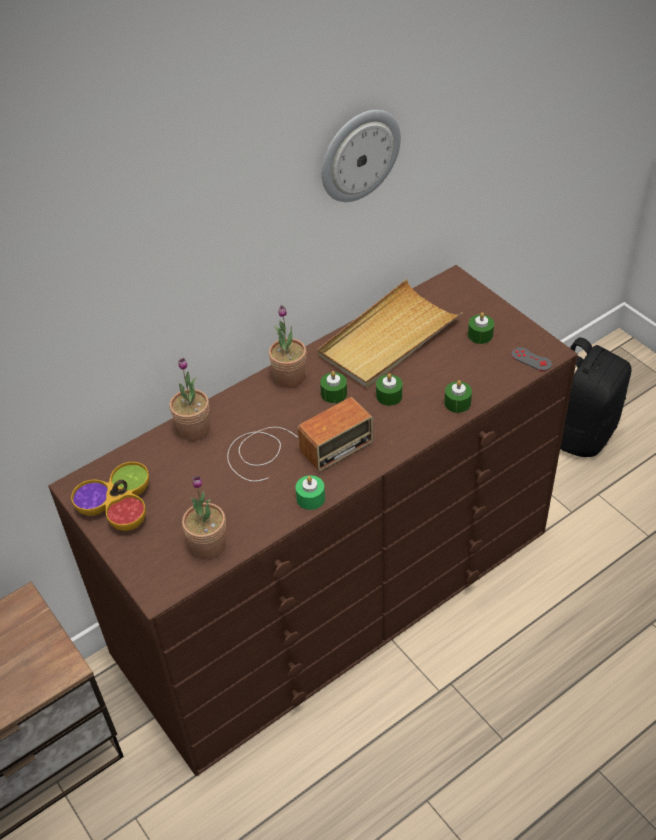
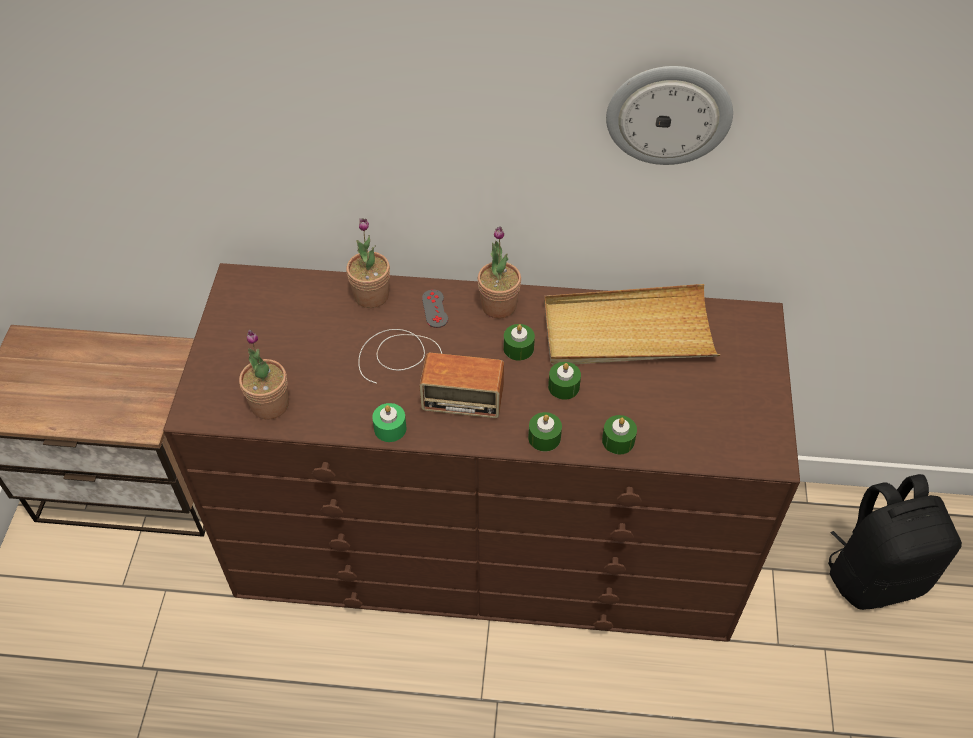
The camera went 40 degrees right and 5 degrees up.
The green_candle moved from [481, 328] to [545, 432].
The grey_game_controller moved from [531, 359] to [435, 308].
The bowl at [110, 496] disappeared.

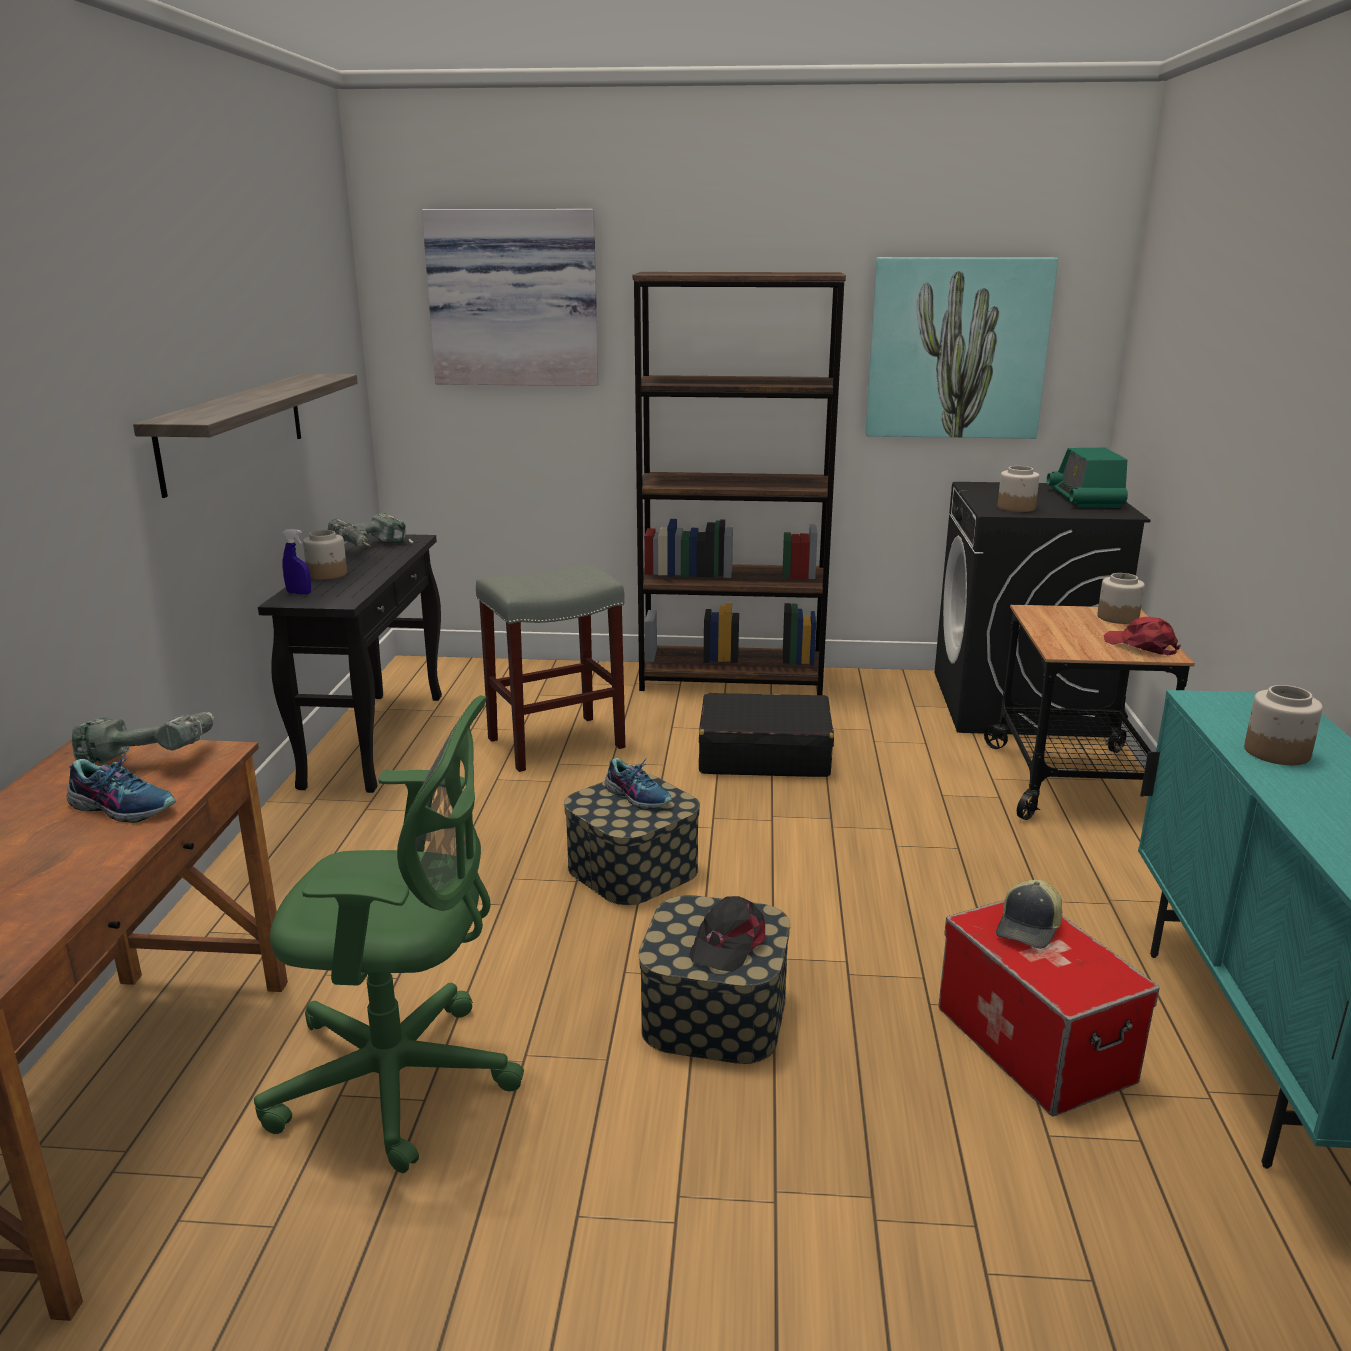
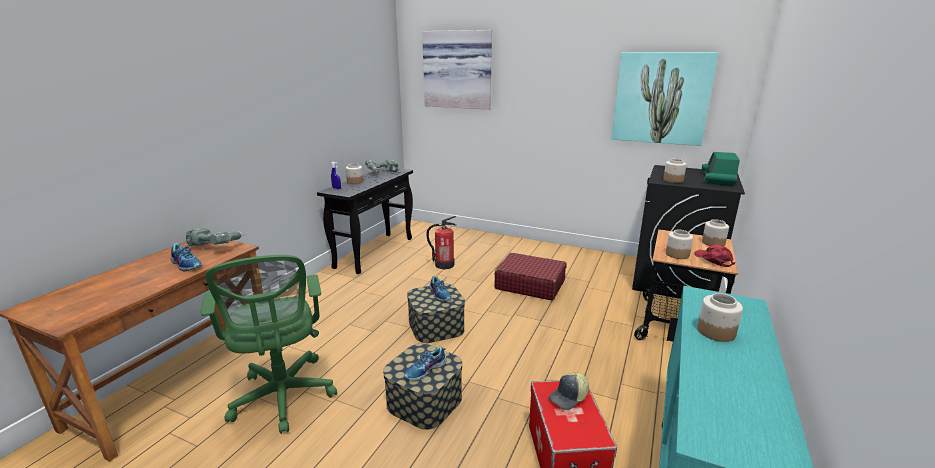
The camera went 20 degrees right and 0 degrees up.
The brown_bookcase at [739, 483] disappeared.
The shelf at [245, 436] disappeared.
The grey_stool at [550, 667] was replaced by the fire_extinguisher at [441, 242].
The black_suitcase at [766, 735] became the red_suitcase at [530, 276].
The green_office_chair at [389, 934] turned 45 degrees clockwise.
The black_cap at [727, 934] was replaced by the shoe at [425, 363].
The jar at [679, 244] appeared.

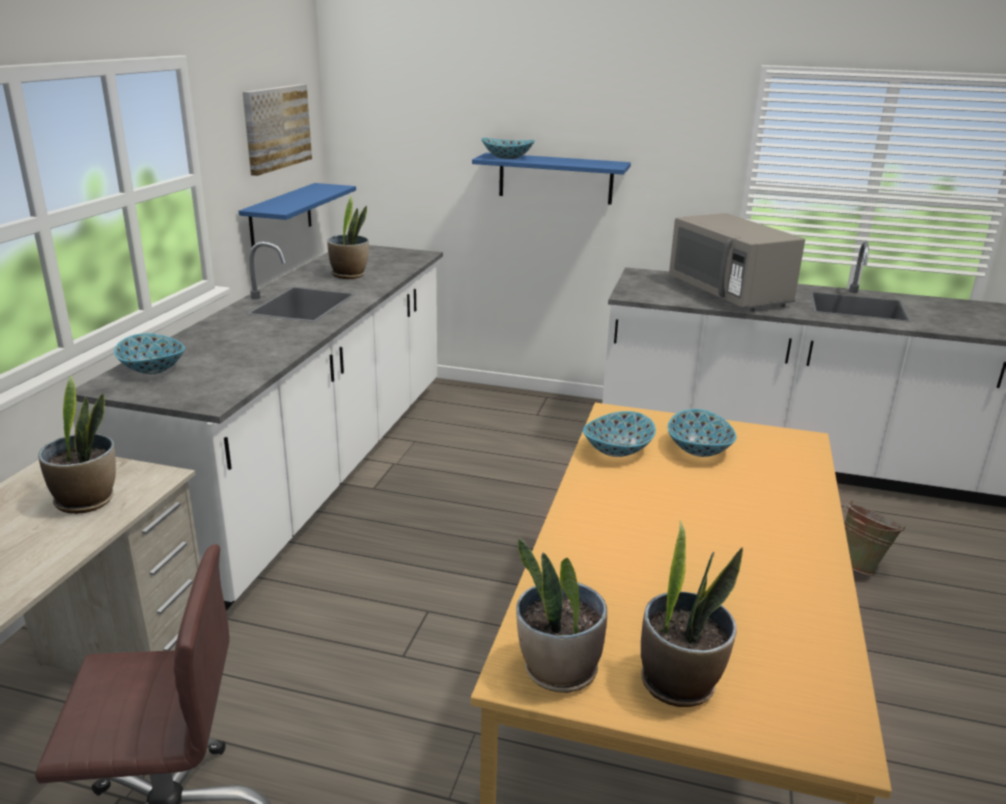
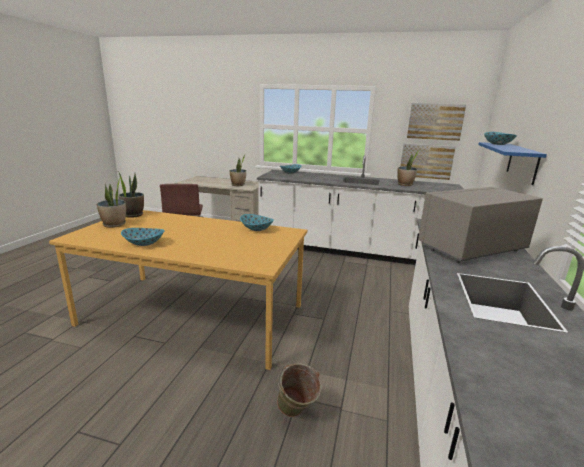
The camera went 90 degrees right and 5 degrees down.
The blue_shelf at [297, 215] was replaced by the picture at [428, 161].
The bowl moved from [702, 433] to [143, 237].

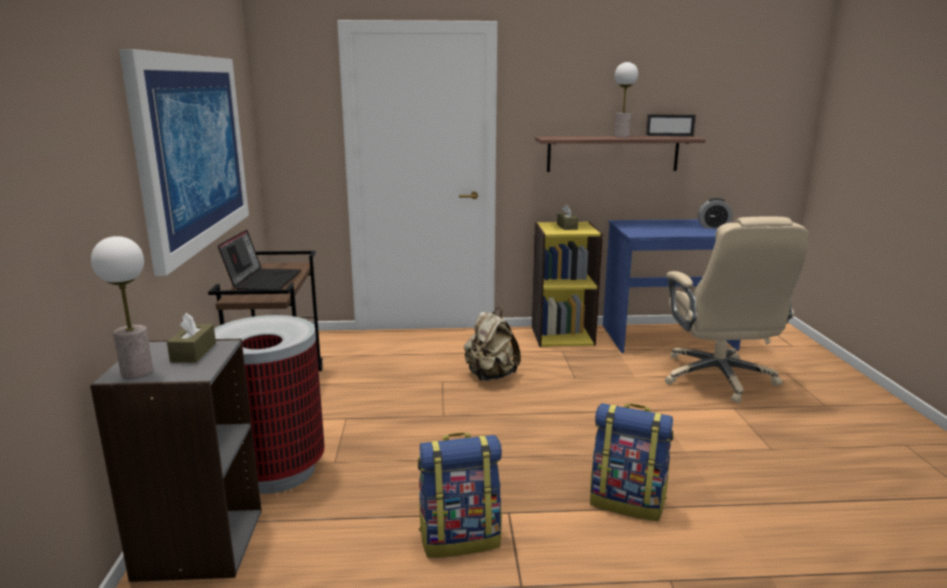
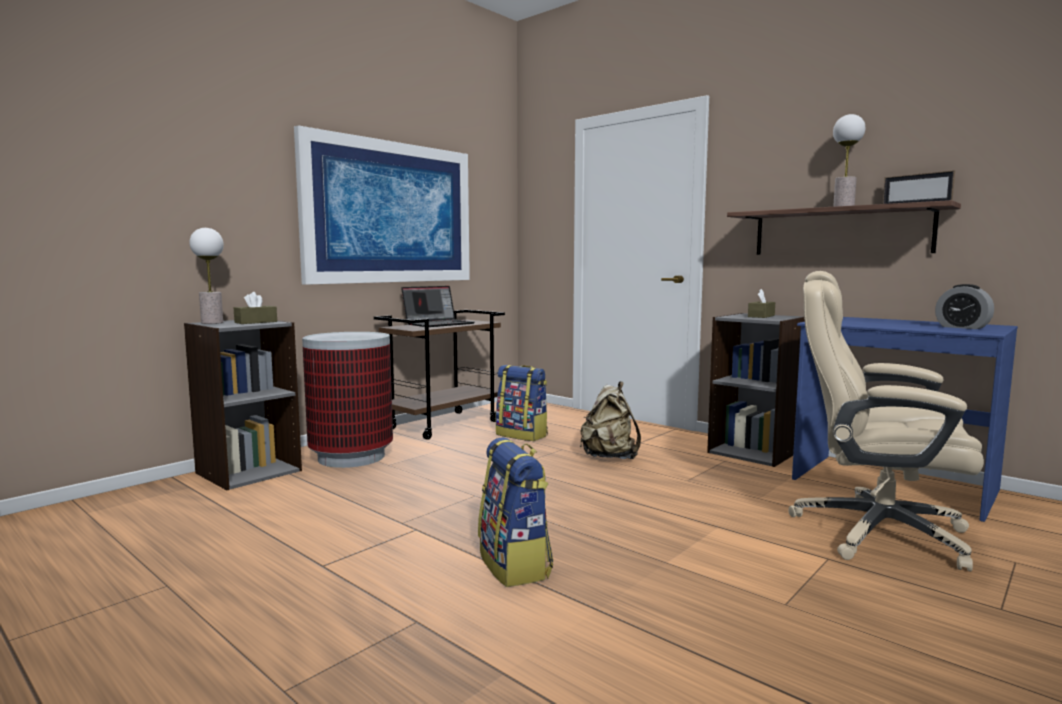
The camera went 45 degrees right and 10 degrees down.
The beige_office_chair at [737, 310] turned 75 degrees clockwise.
The yellow_bookcase at [567, 284] became the grey_bookcase at [756, 390].
The backpack moved from [459, 495] to [522, 403].

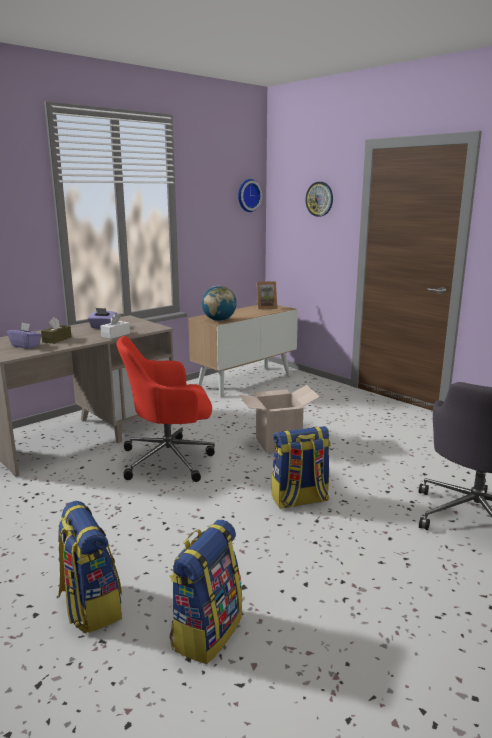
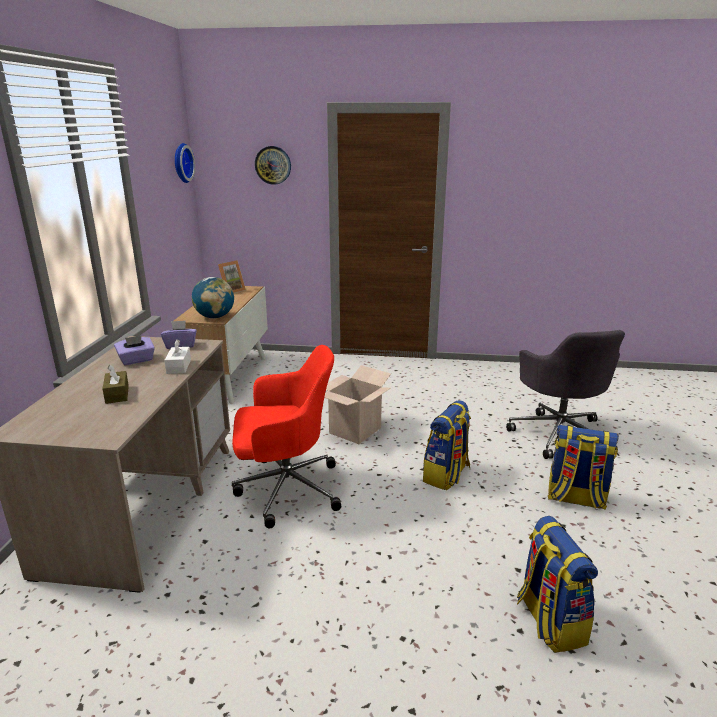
The camera went 40 degrees left and 5 degrees up.
The purple_tissue_box moved from [24, 336] to [179, 334].
The red_office_chair at [166, 409] turned 135 degrees counterclockwise.
The backpack moved from [90, 567] to [583, 467].

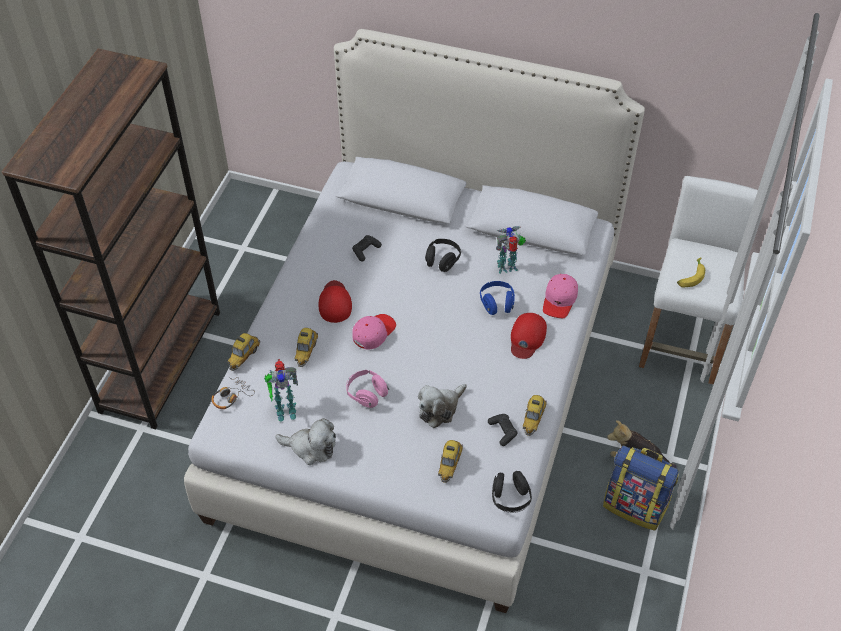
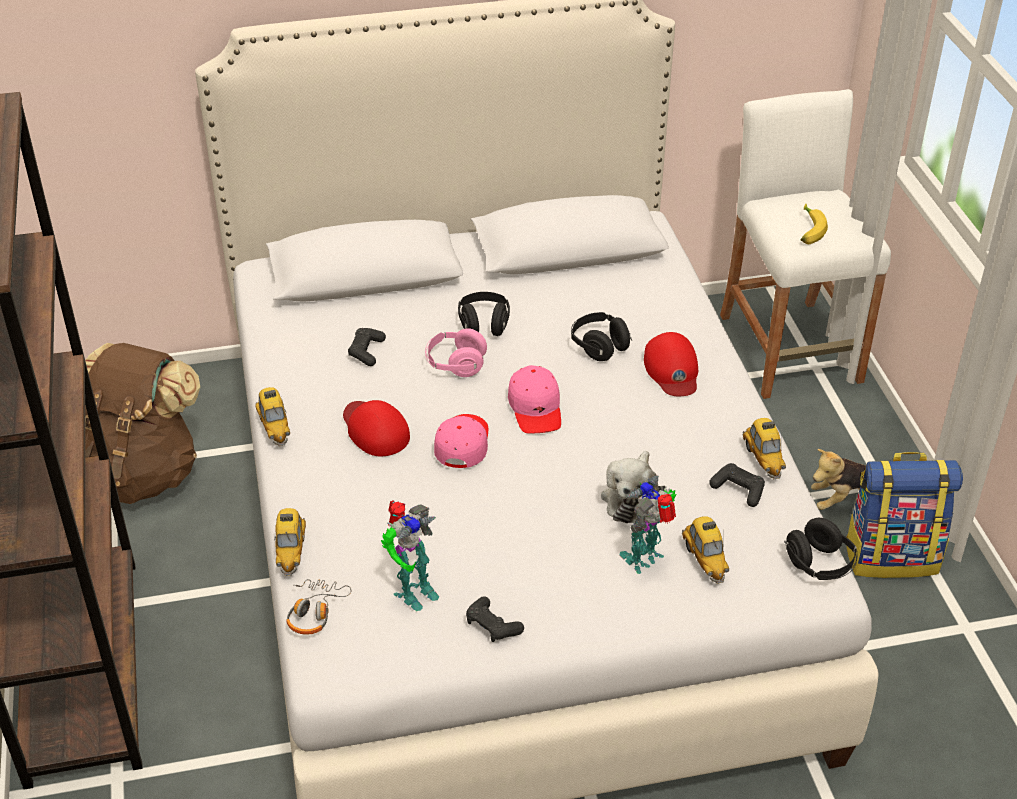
The camera went 30 degrees left and 10 degrees down.
The toy_robot moved from [511, 250] to [648, 524].
The pink_cap moved from [560, 296] to [534, 399].
The blue_headphones at [497, 298] became the black_headphones at [601, 336].
The toy_car moved from [306, 347] to [272, 416].
The pink_headphones moved from [367, 389] to [456, 352].
The plush_toy at [305, 441] was replaced by the black_game_controller at [495, 619].
The brown_backpack at [142, 423] appeared.

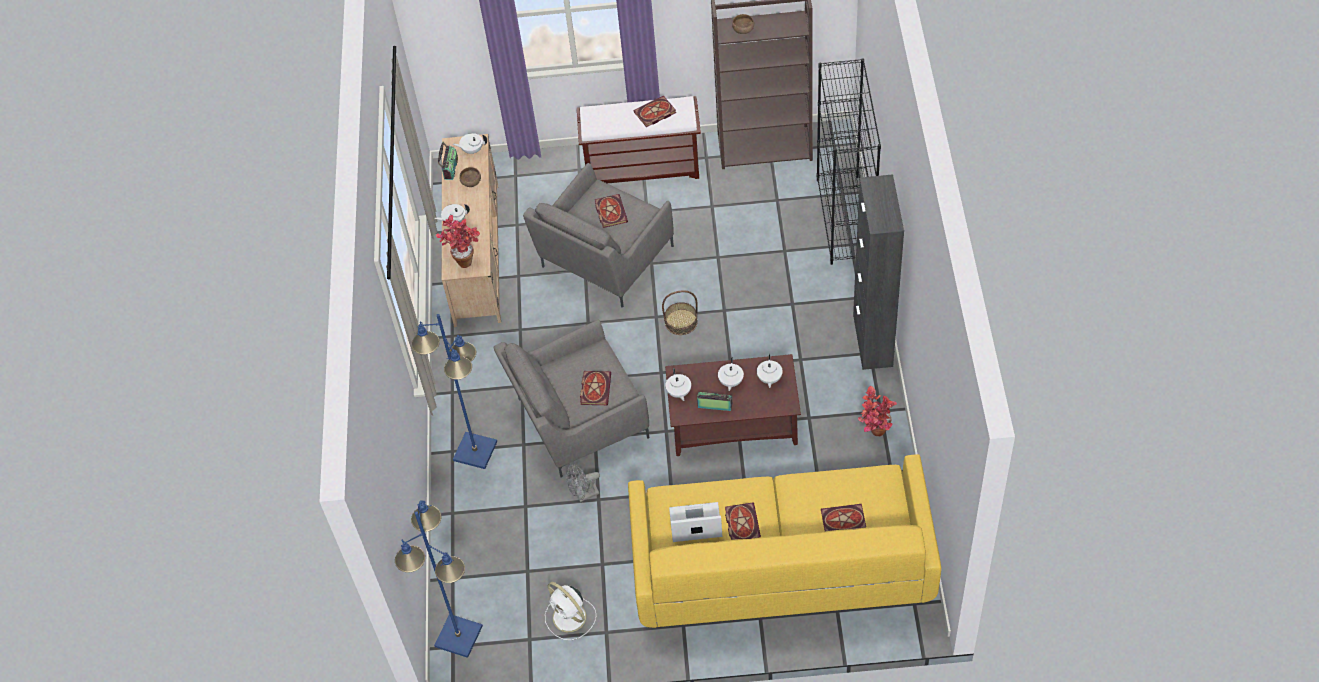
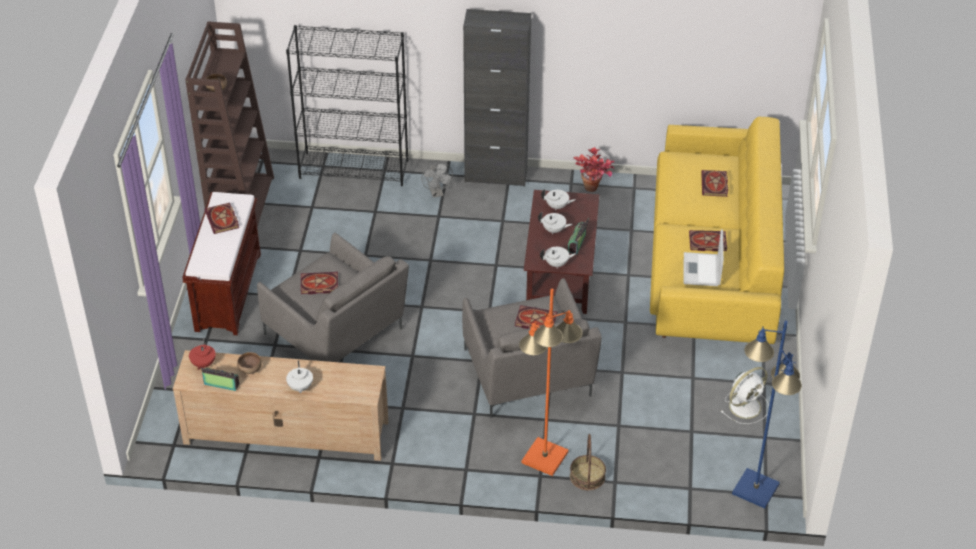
The camera went 85 degrees left and 10 degrees down.
The white_teapot at [470, 143] became the red_teapot at [202, 354].
The potted_plant at [458, 241] disappeared.
The basket moved from [680, 312] to [588, 462].
The blue_floor_lamp at [454, 391] became the orange_floor_lamp at [551, 382].
The grey_fan moved from [583, 483] to [437, 180].

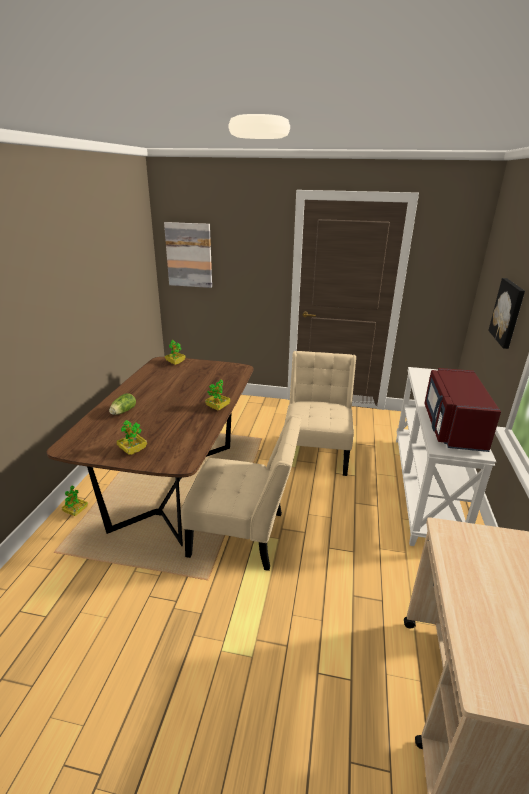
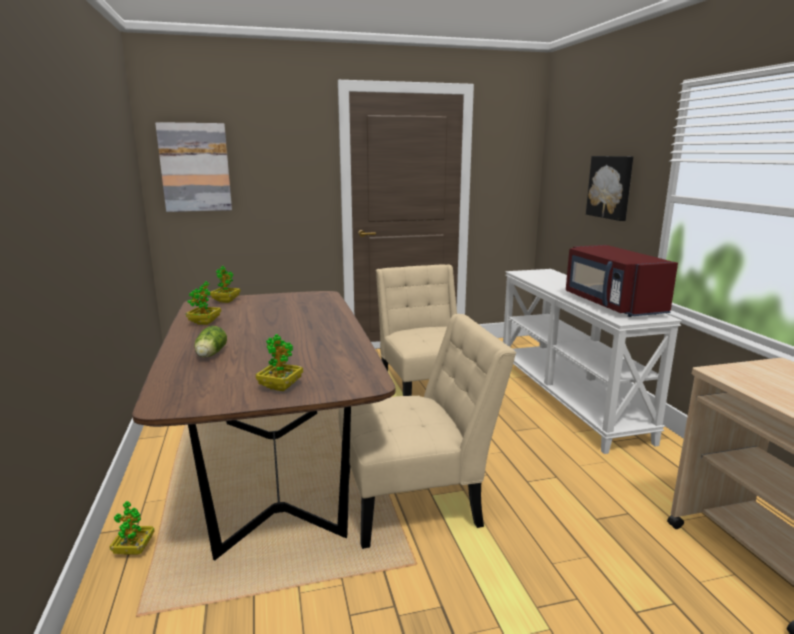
The camera went 25 degrees left and 10 degrees down.
The potted_plant moved from [217, 395] to [203, 303].

